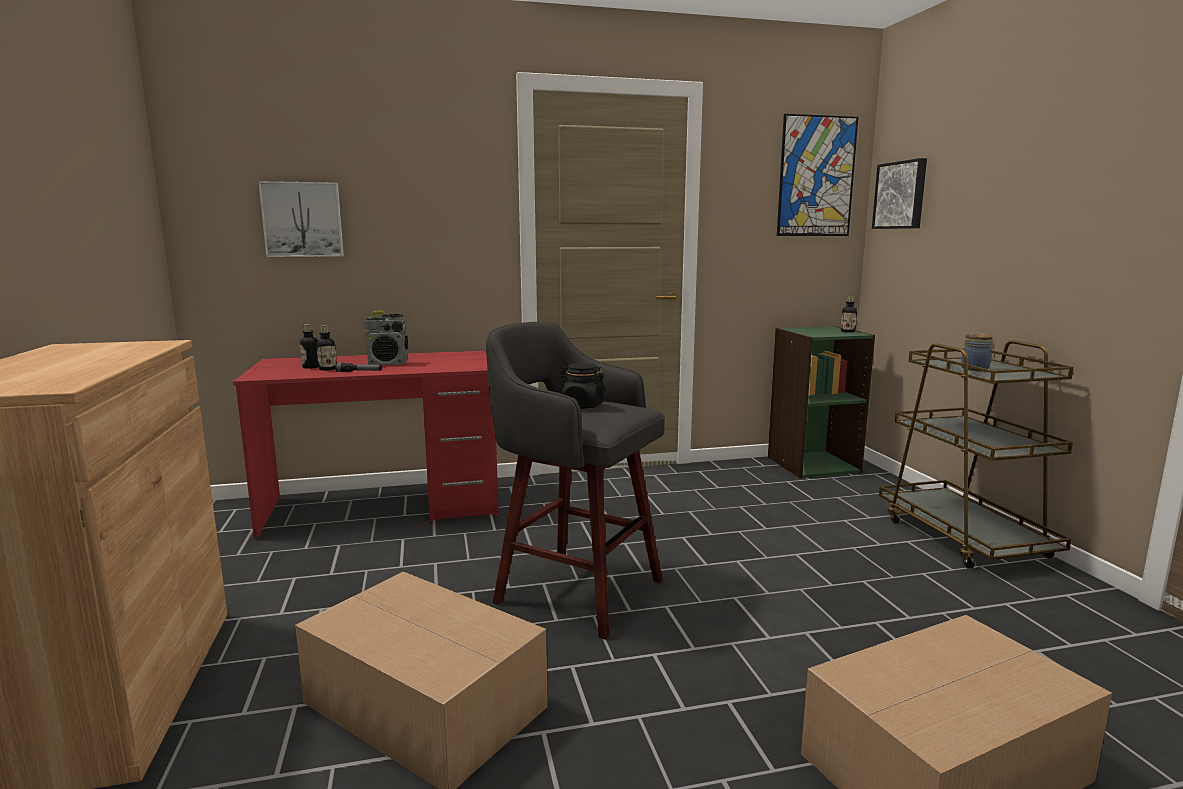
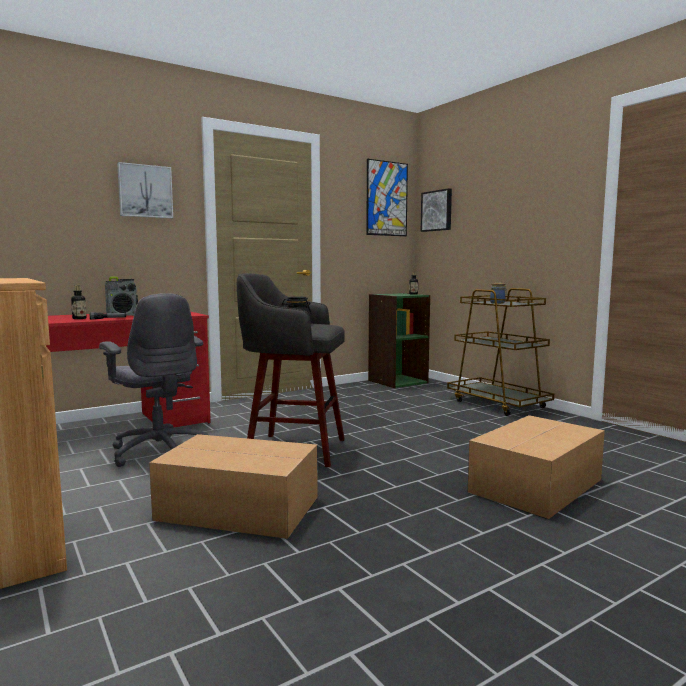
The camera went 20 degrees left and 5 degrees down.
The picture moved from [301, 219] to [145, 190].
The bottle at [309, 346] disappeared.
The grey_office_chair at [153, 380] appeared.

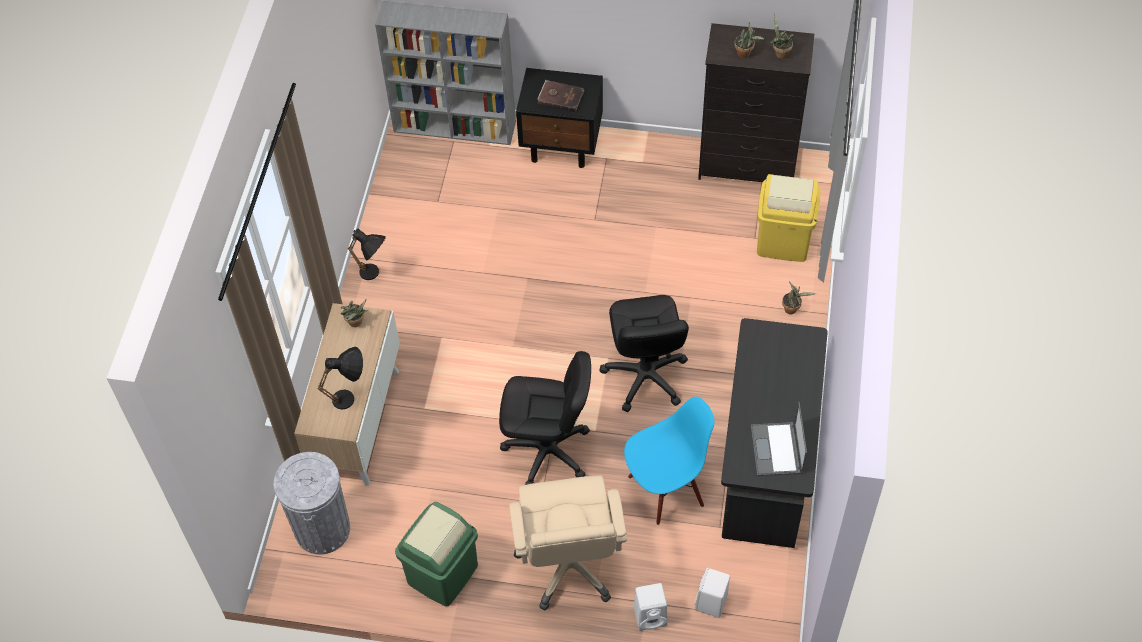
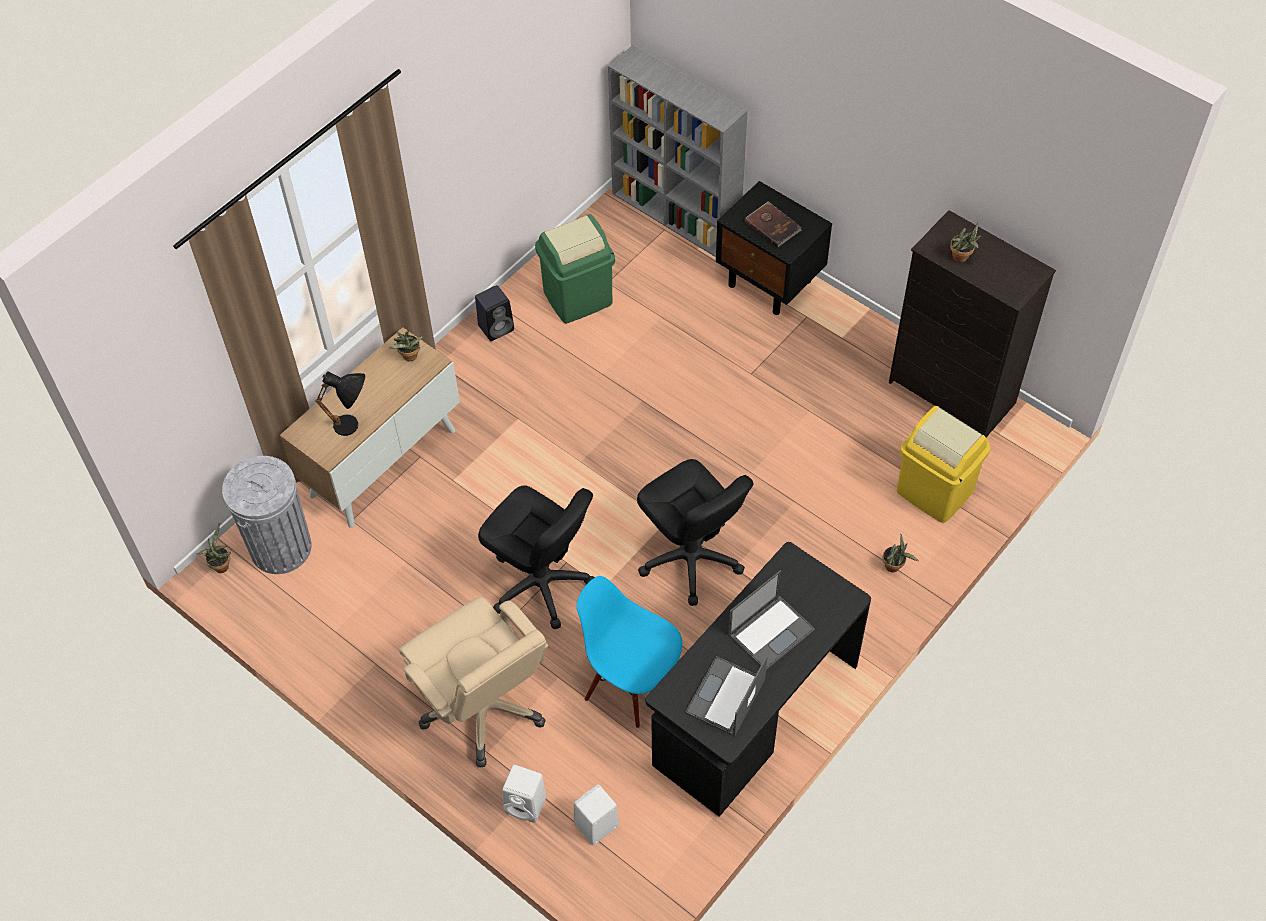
The camera went 30 degrees right and 0 degrees up.
The potted_plant moved from [782, 36] to [214, 547].
The black_table_lamp at [367, 254] was replaced by the black_speaker at [494, 313].
The black_office_chair at [644, 353] turned 60 degrees counterclockwise.
The blue_chair at [669, 461] turned 150 degrees counterclockwise.
The beige_office_chair at [568, 542] turned 60 degrees counterclockwise.
The green_trash_can moved from [436, 554] to [575, 268].
The laptop at [771, 620] appeared.

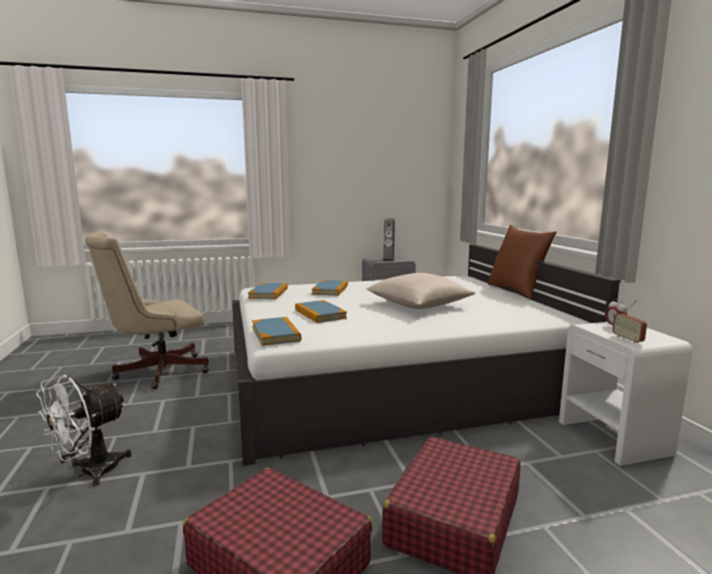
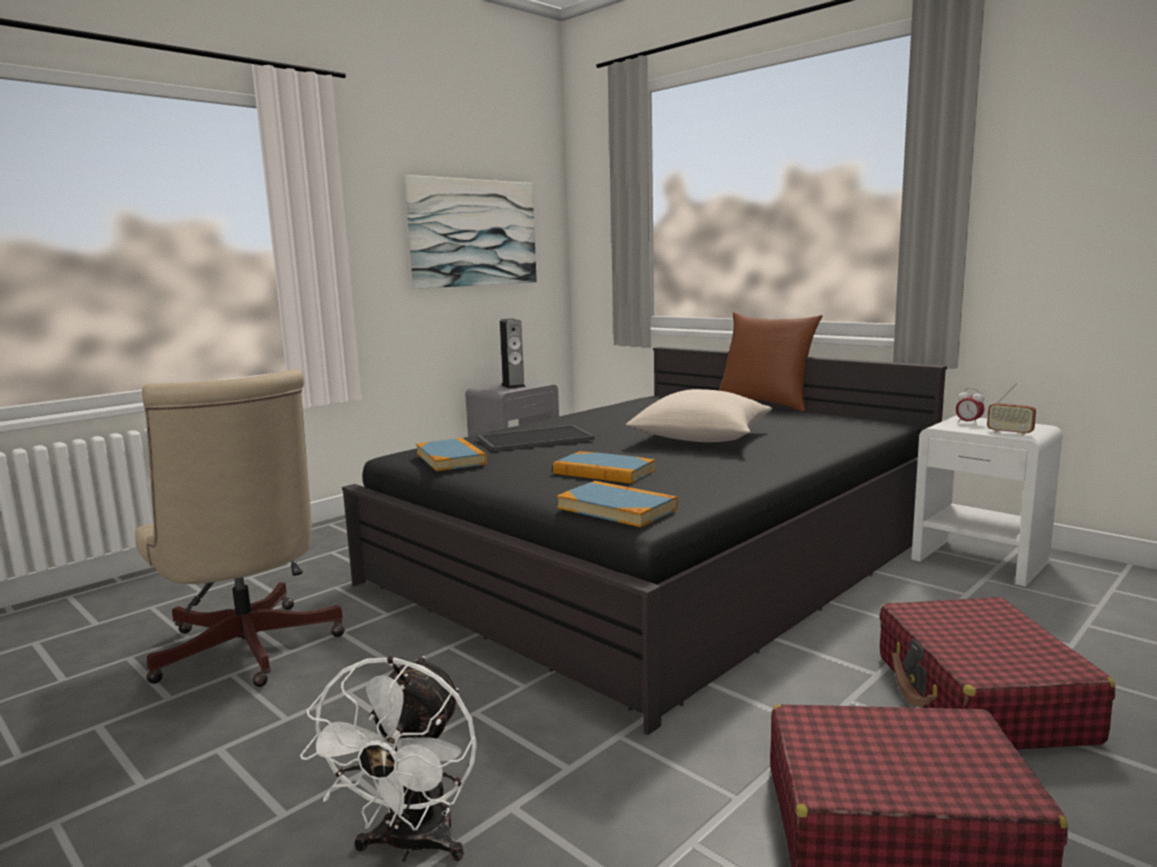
The camera went 30 degrees left and 0 degrees up.
The beige_office_chair at [147, 310] turned 60 degrees counterclockwise.
The white_bed at [426, 355] became the black_bed at [644, 541].
The book at [330, 288] was replaced by the tray at [536, 438].
The picture at [471, 232] appeared.

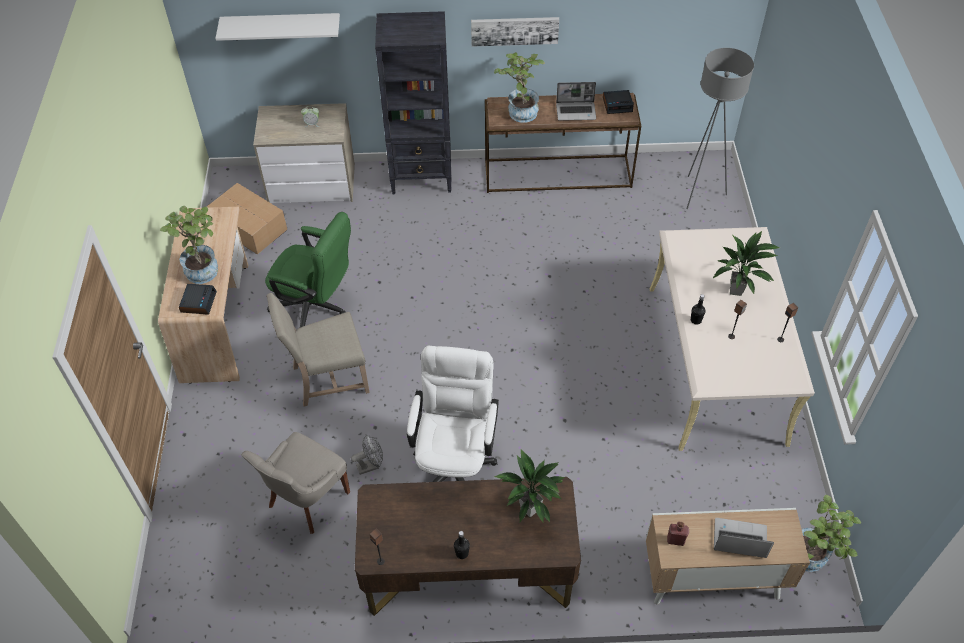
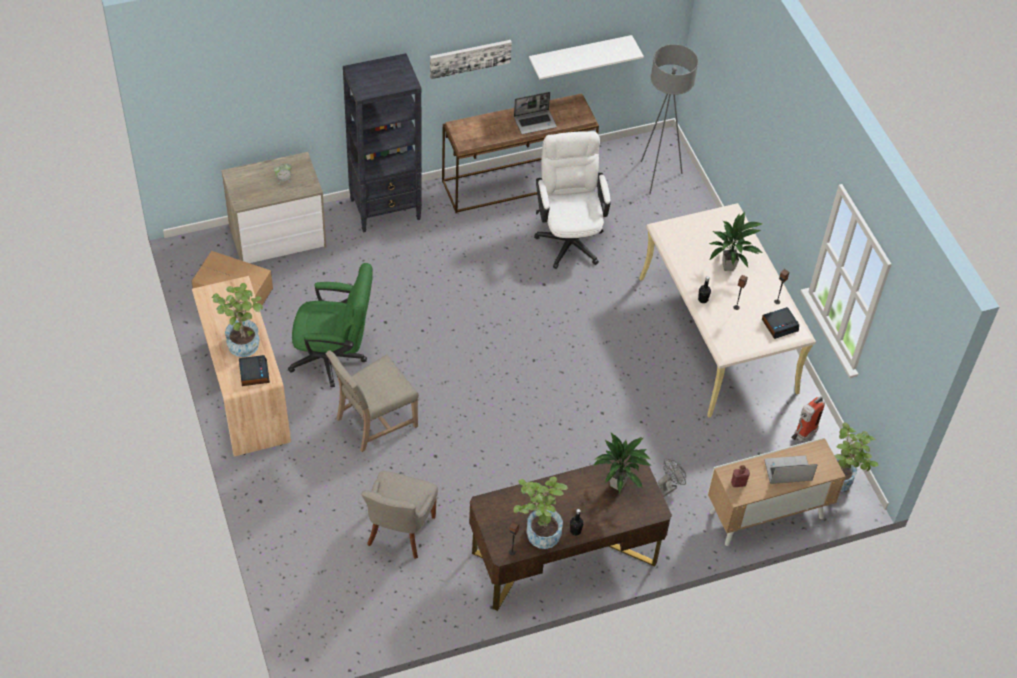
The camera went 20 degrees left and 0 degrees up.
The white_shelf moved from [277, 27] to [586, 57].
The potted_plant moved from [519, 87] to [540, 513].
The alarm_clock moved from [618, 102] to [780, 323].
The white_office_chair moved from [453, 414] to [572, 200].
The grey_fan moved from [367, 454] to [672, 478].
The fire_extinguisher at [808, 419] appeared.

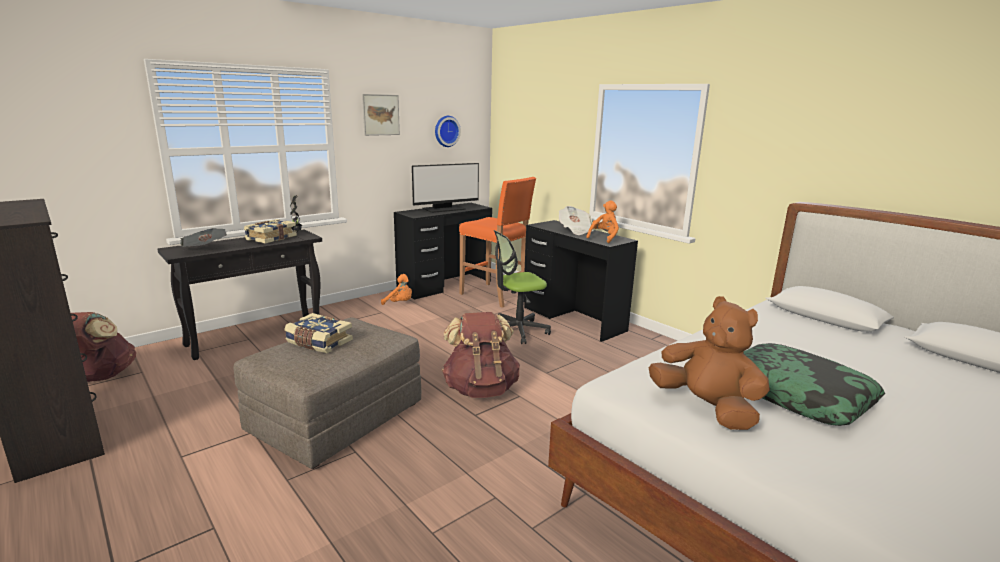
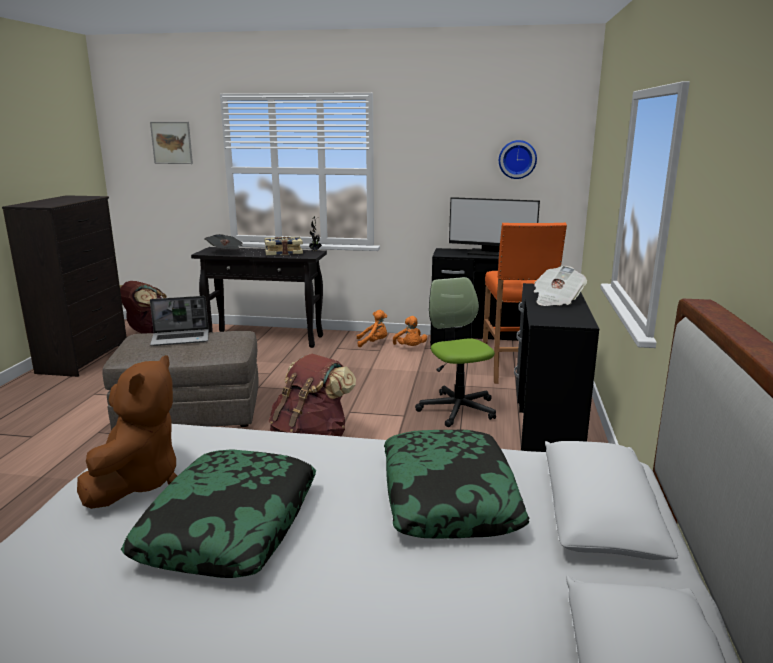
The camera went 50 degrees right and 0 degrees up.
The picture moved from [381, 115] to [171, 143].
The orange_plush_toy moved from [602, 221] to [372, 328].
The office_chair at [522, 287] turned 45 degrees clockwise.
The book at [318, 333] was replaced by the laptop at [179, 321].
The pillow at [456, 484] appeared.

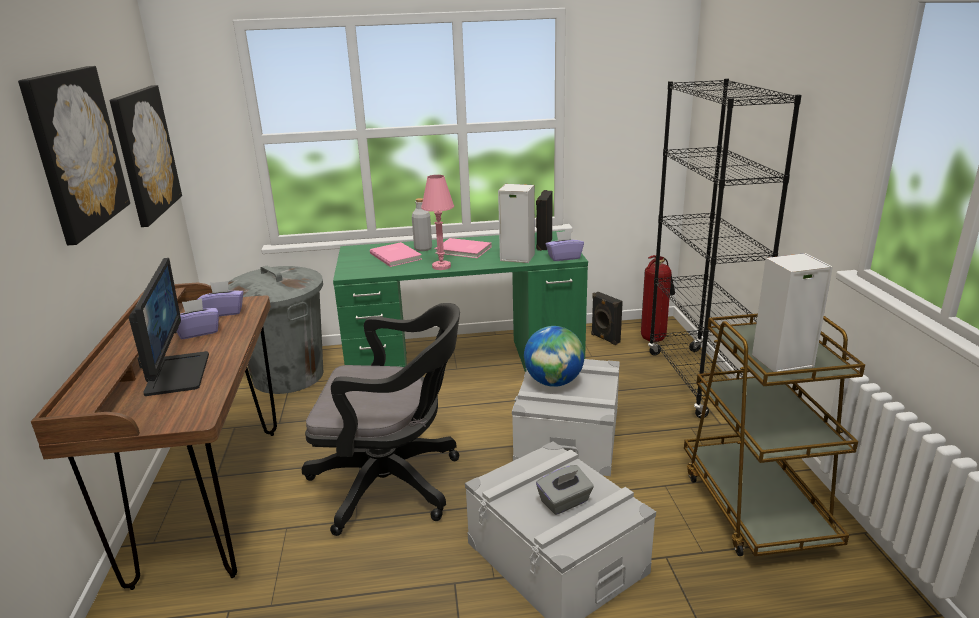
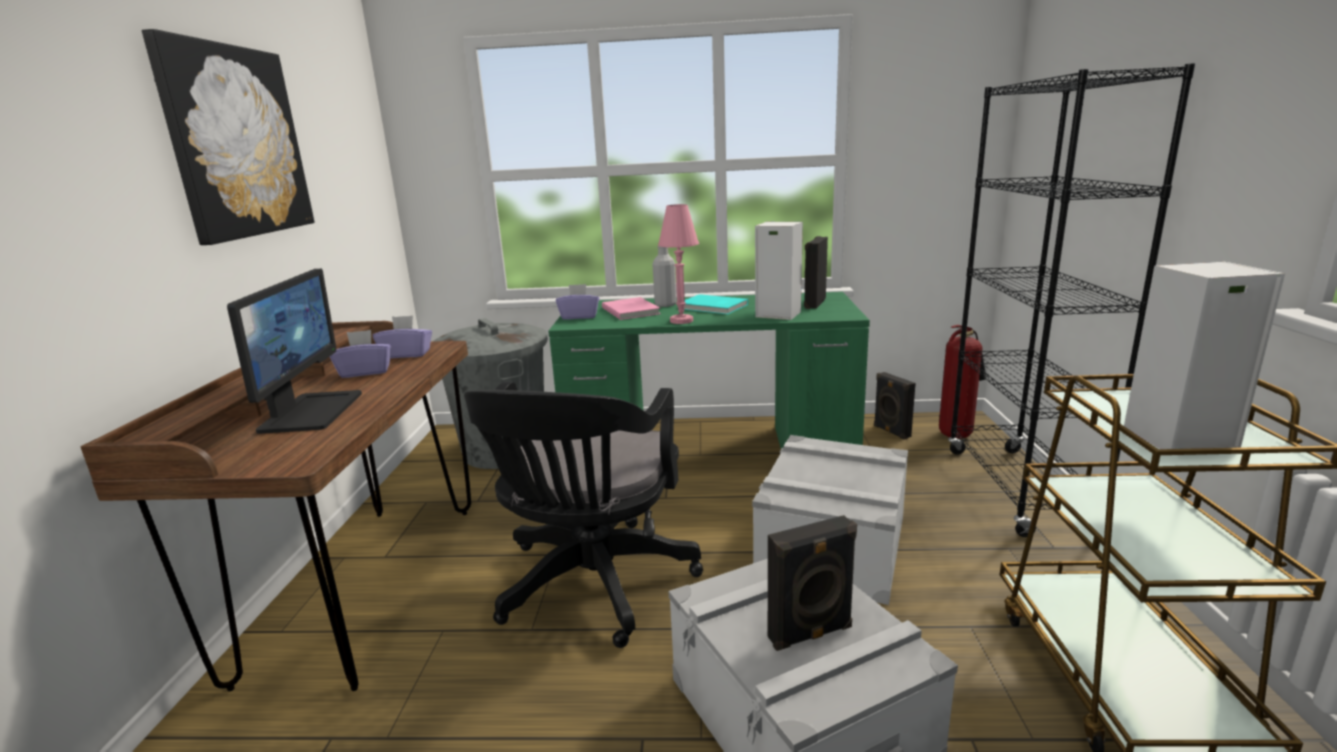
The camera went 10 degrees right and 5 degrees down.
The picture at [146, 156] disappeared.
The purple_tissue_box moved from [565, 246] to [577, 302].
The pink_book at [463, 248] became the turquoise_book at [716, 304].
The black_office_chair at [381, 419] turned 90 degrees clockwise.
The globe at [554, 356] disappeared.
The grey_tissue_box at [565, 490] was replaced by the black_speaker at [812, 583].

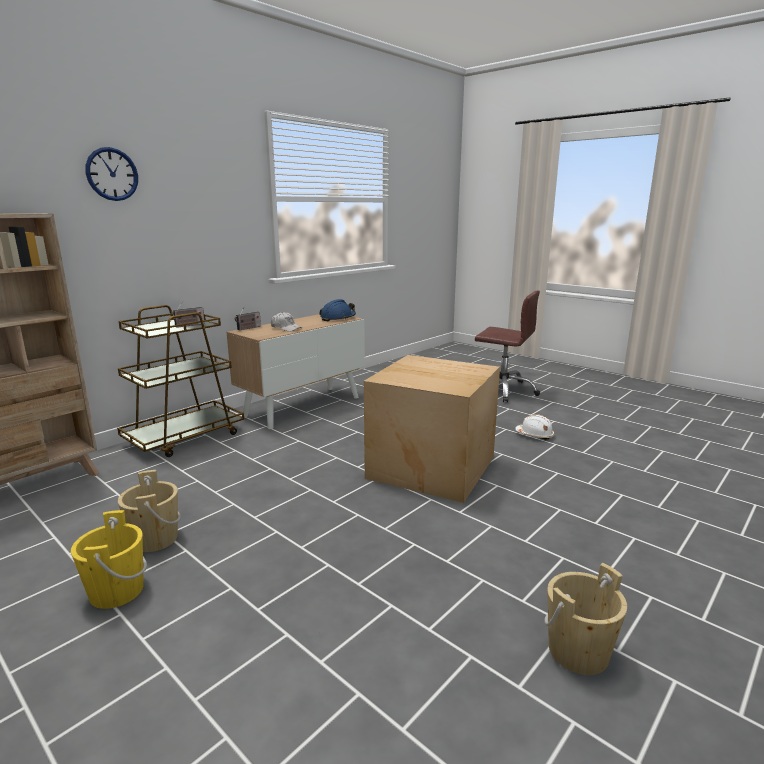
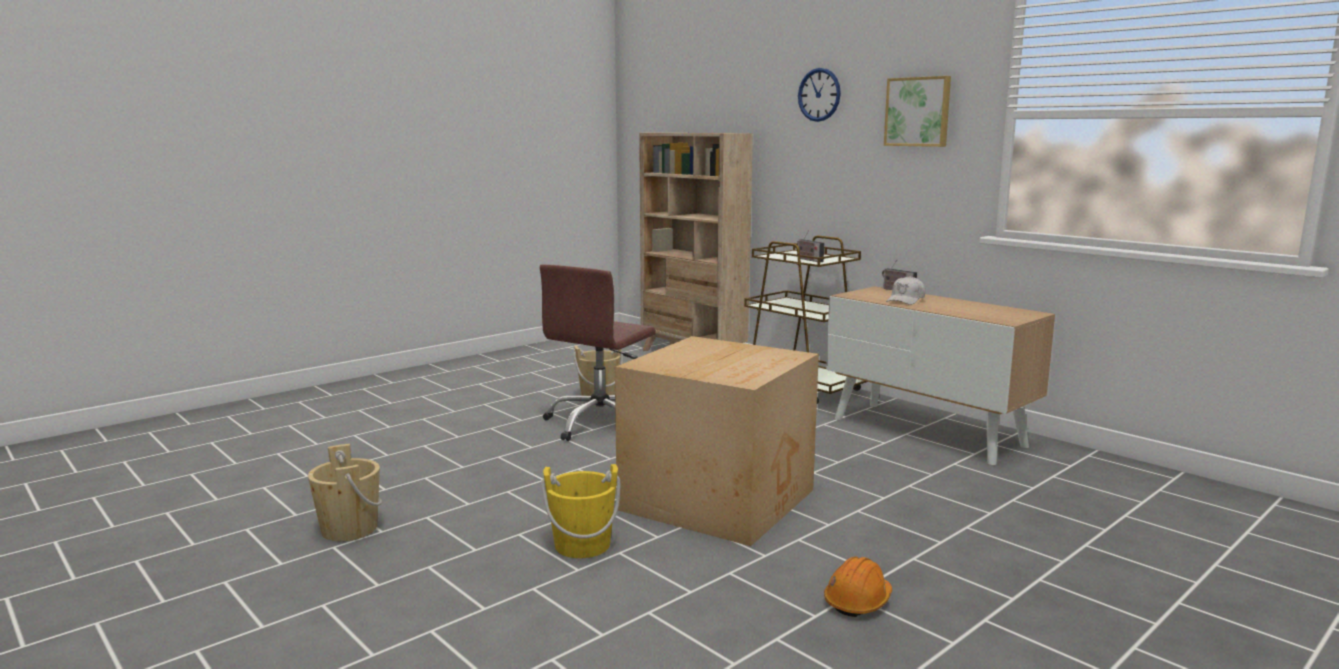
The camera went 95 degrees right and 5 degrees down.
The brown_office_chair moved from [507, 346] to [598, 352].
The blue_hard_hat at [337, 310] disappeared.
The white_hard_hat at [535, 427] became the orange_hard_hat at [858, 587].
The yellow_bucket moved from [109, 559] to [580, 511].
The picture at [917, 111] appeared.

